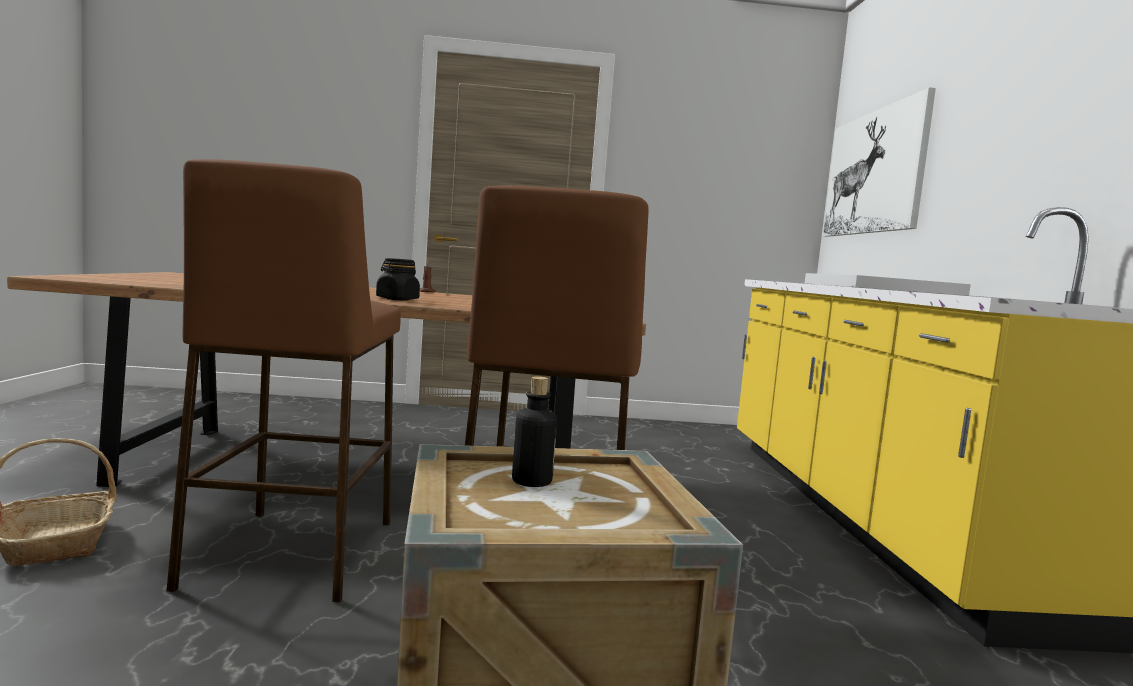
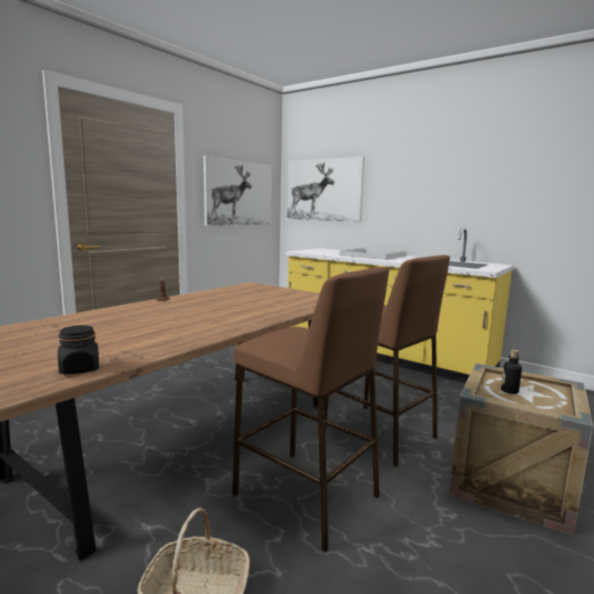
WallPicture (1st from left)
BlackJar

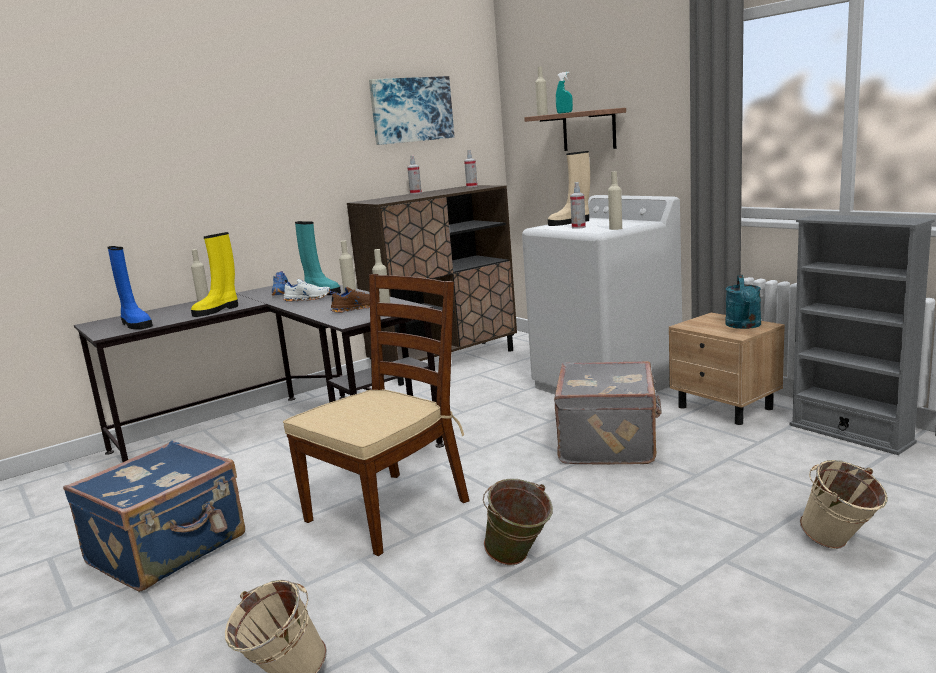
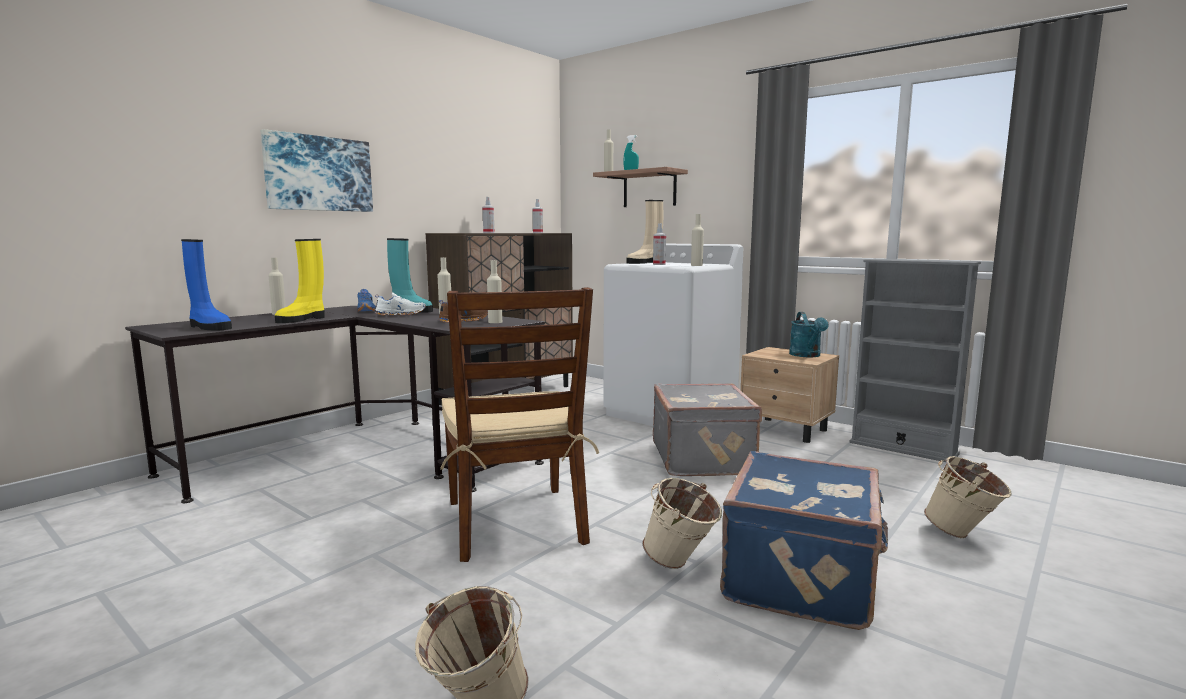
BlueColouredTravelCase
WallPicture
BeigePail (2nd from left)
BrownColouredChair

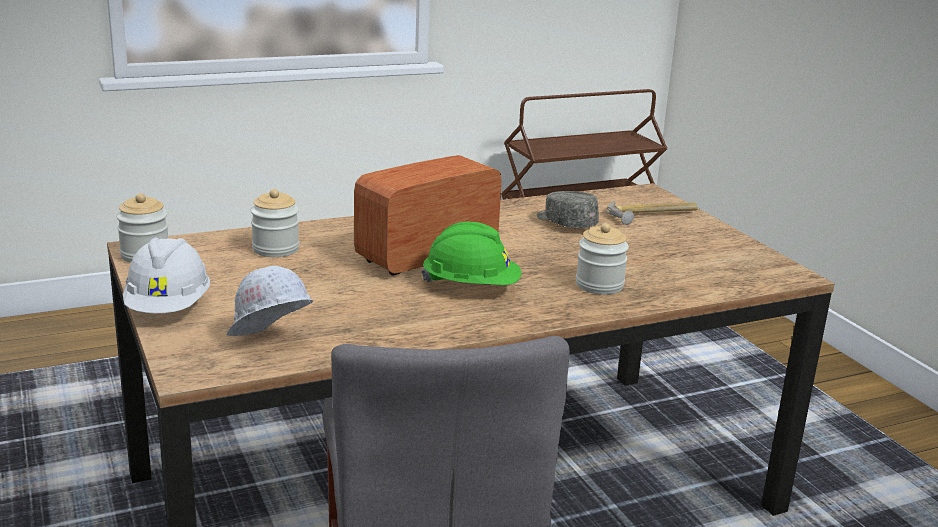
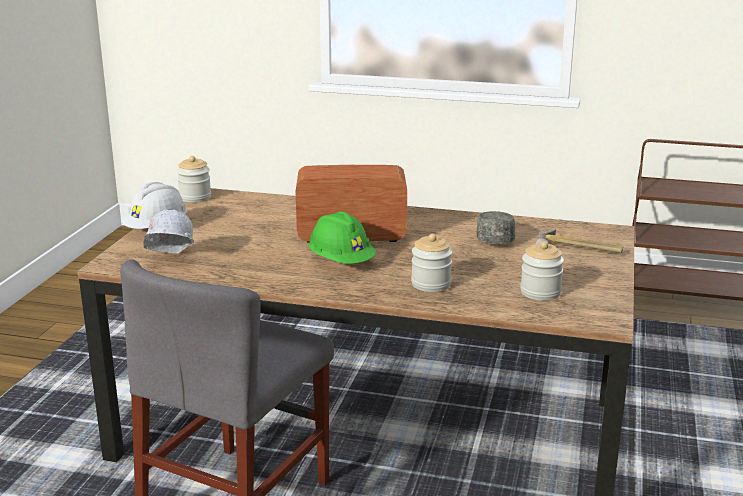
Jar (3rd from left)

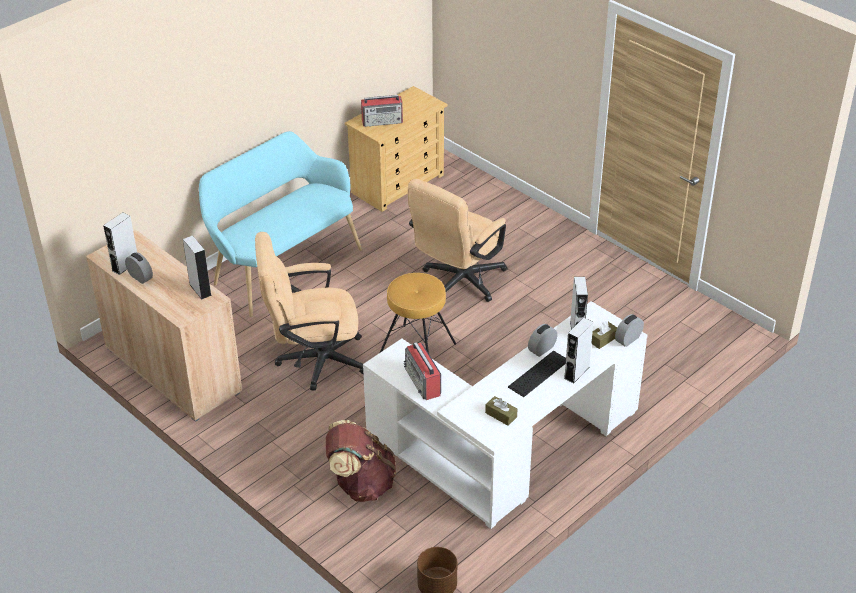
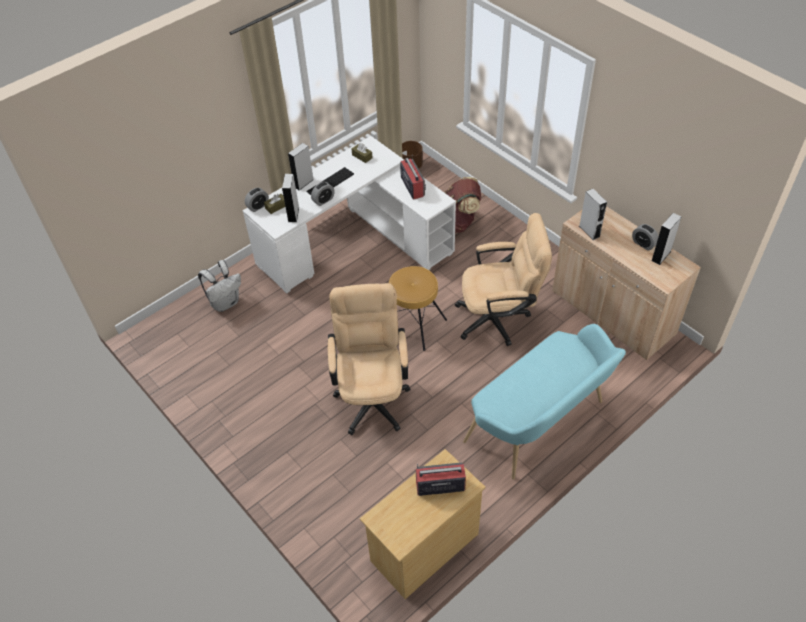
WhitishKnapsack
BeigeComputerChair (1st from left)

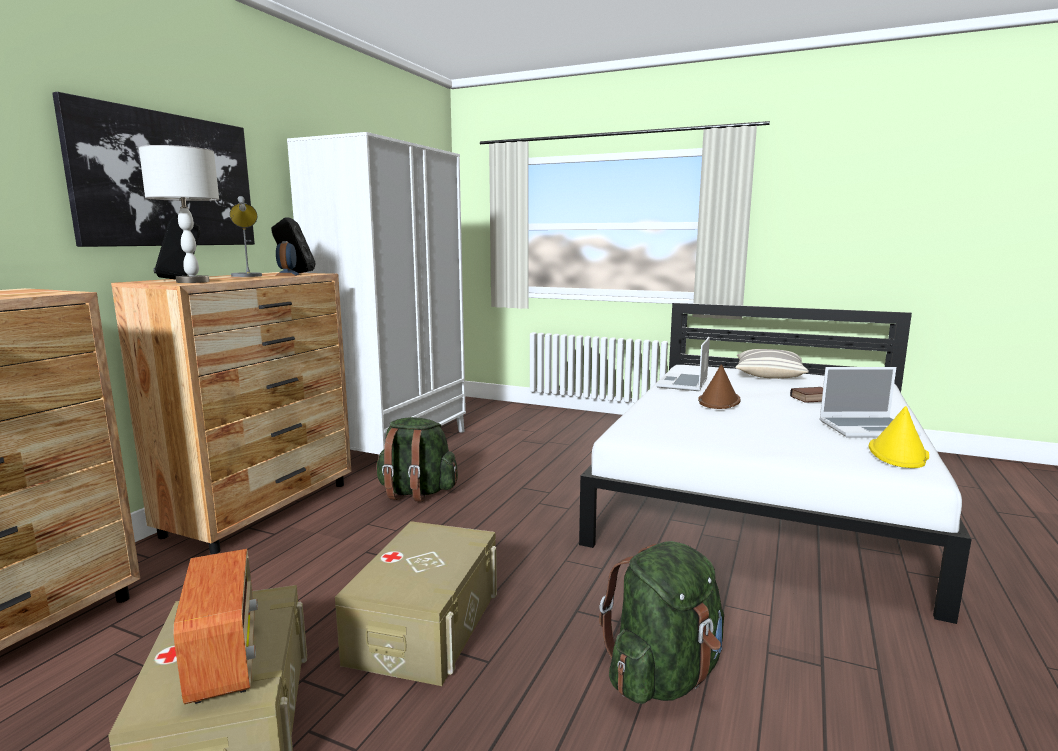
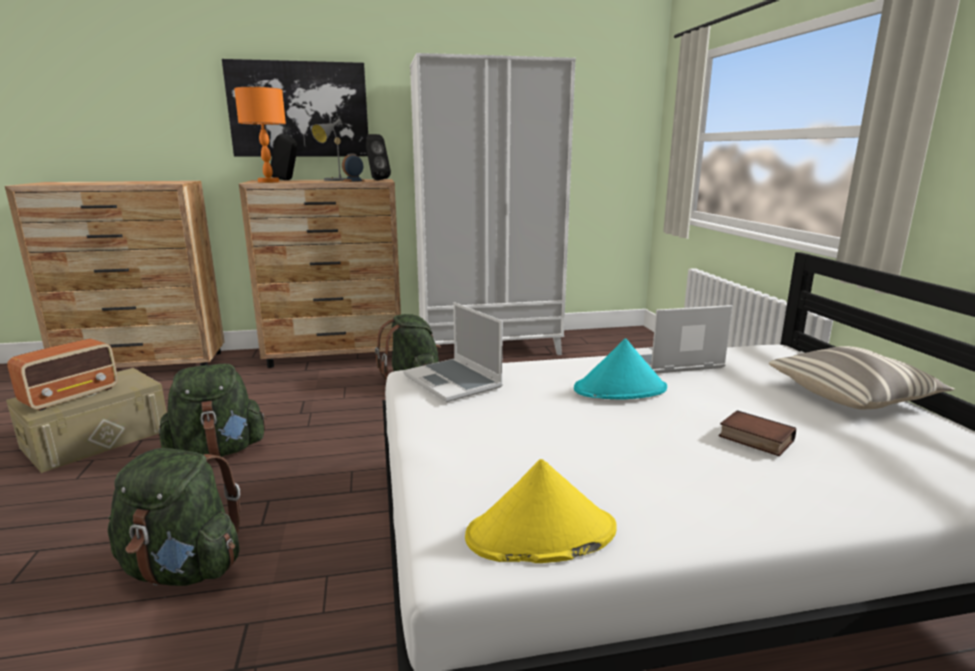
NotebookComputer (1st from left)
GreenishKnapsack (2nd from left)
OrangeColouredTableLamp
TurquoiseWearableHat

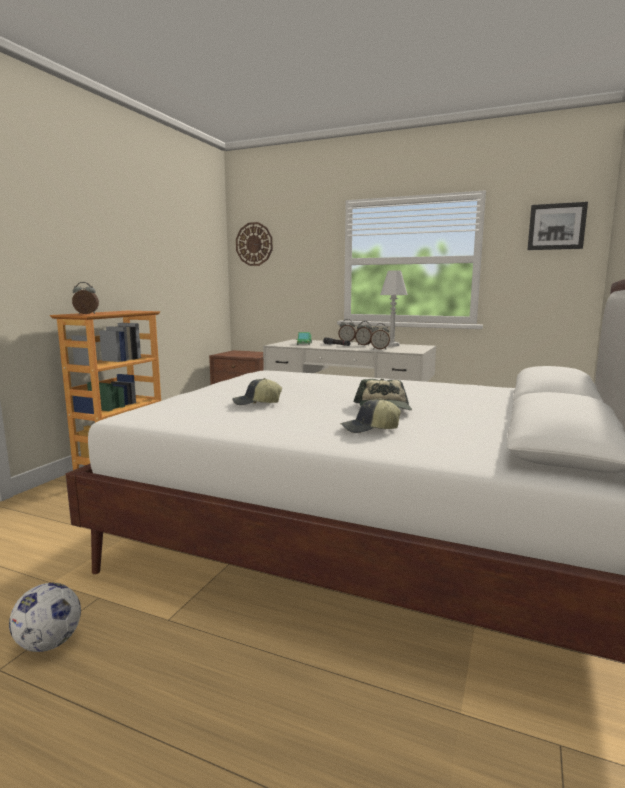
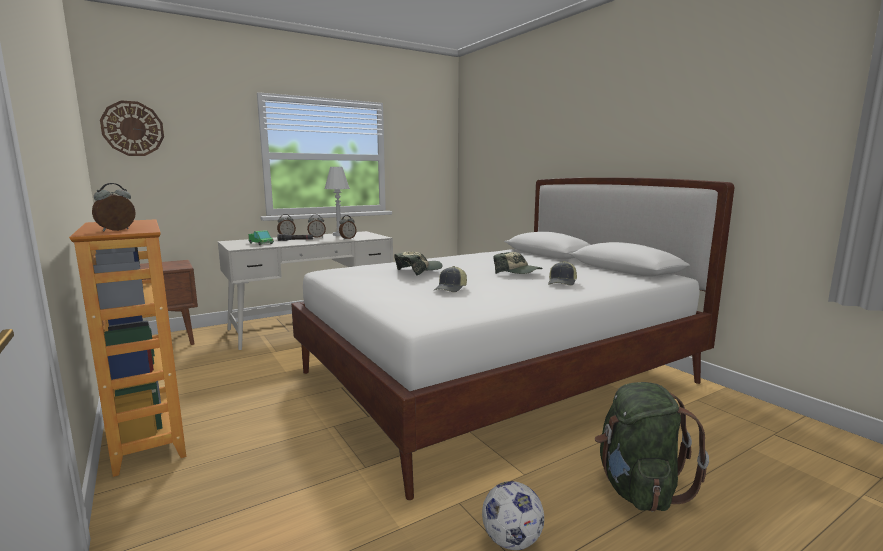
WallPicture
PeakedCap (1st from left)
GreenishKnapsack

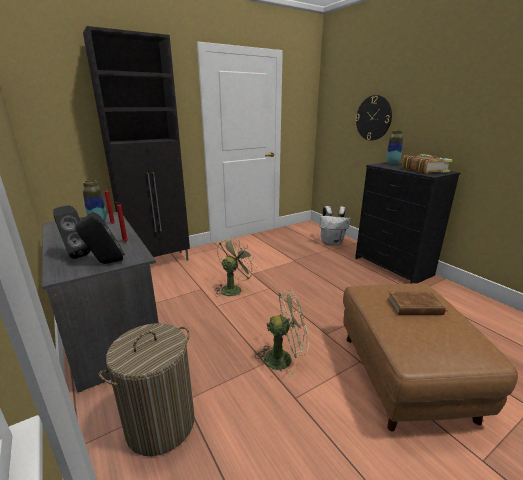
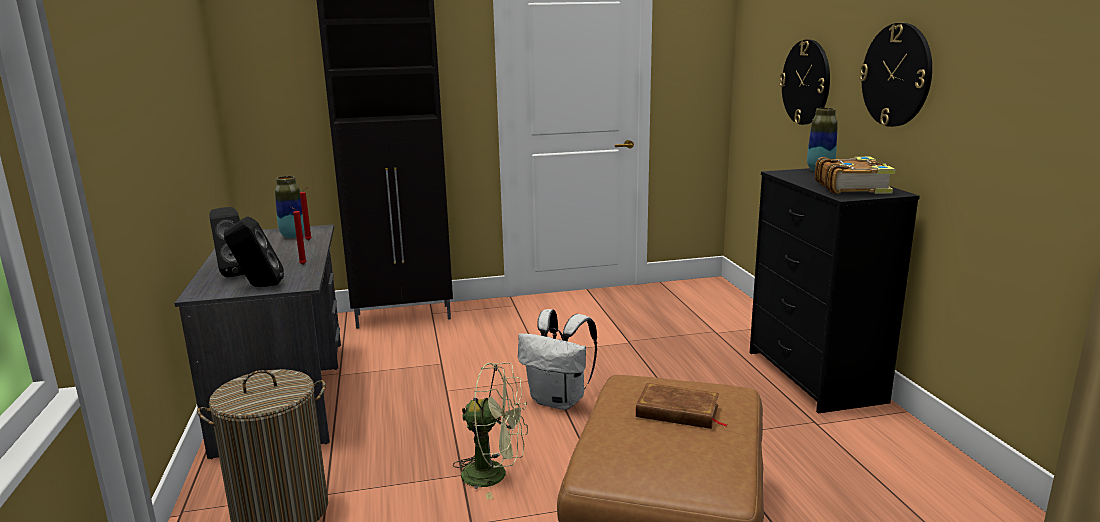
GreenishFan (1st from left in the first image)
HangingClock (2nd from left)
WhitishKnapsack

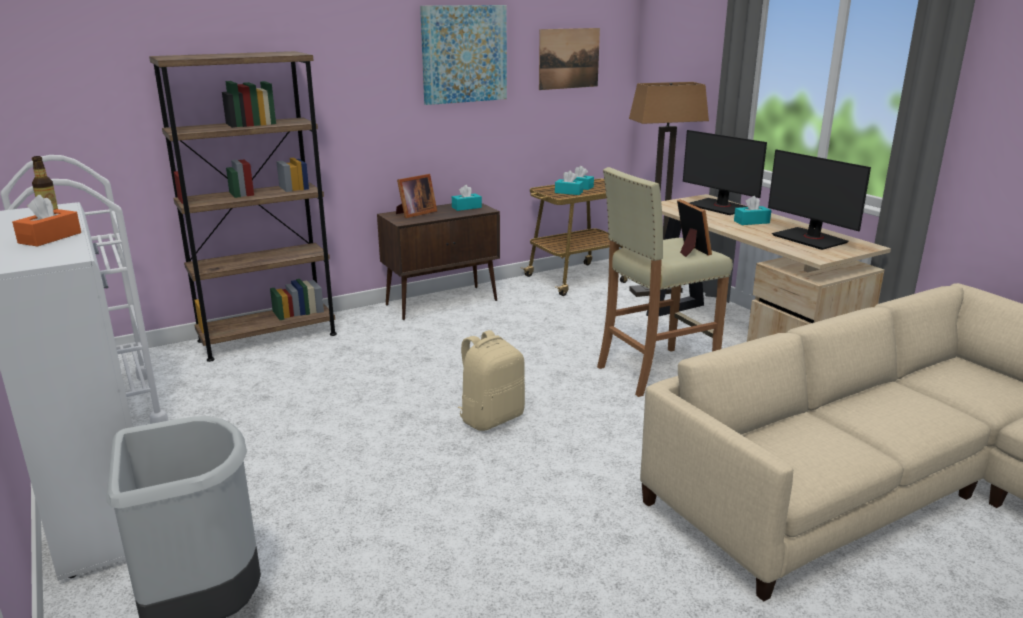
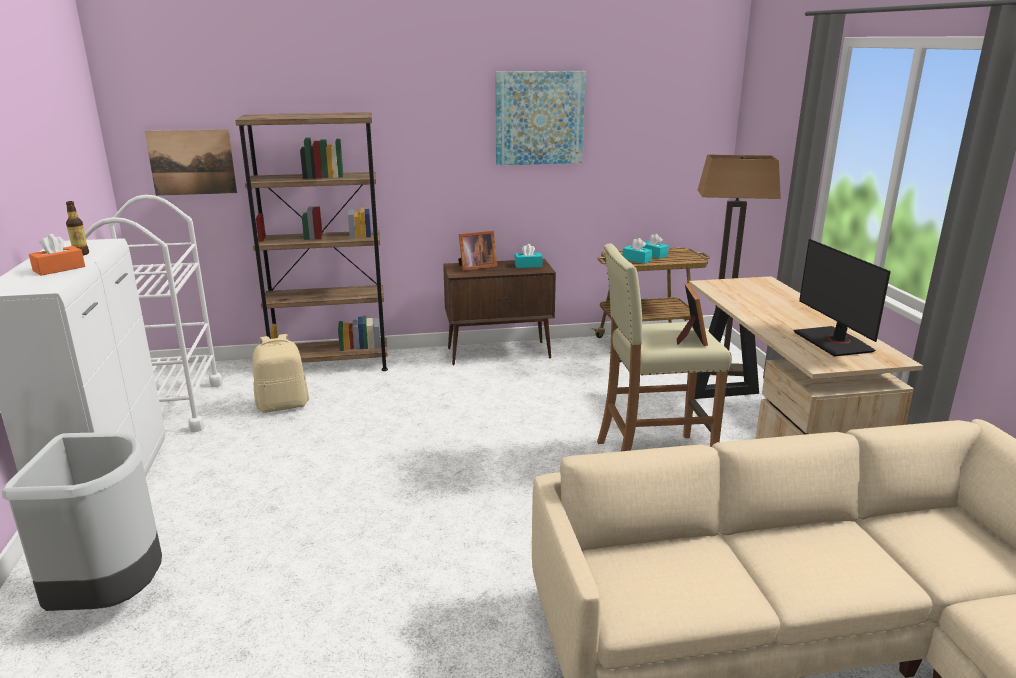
Monitor (1st from left in the first image)
TurquoiseBoxOfTissues (4th from left in the first image)
BeigeKnapsack
WallPicture (1st from left)

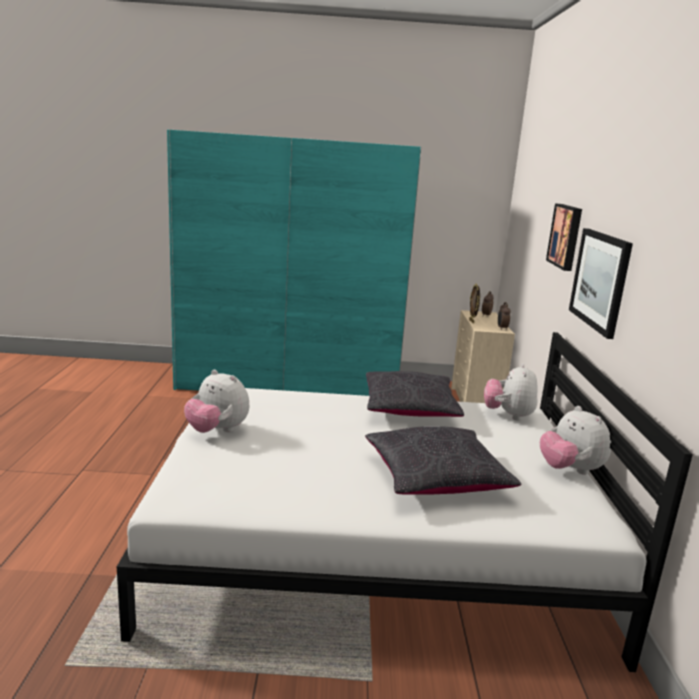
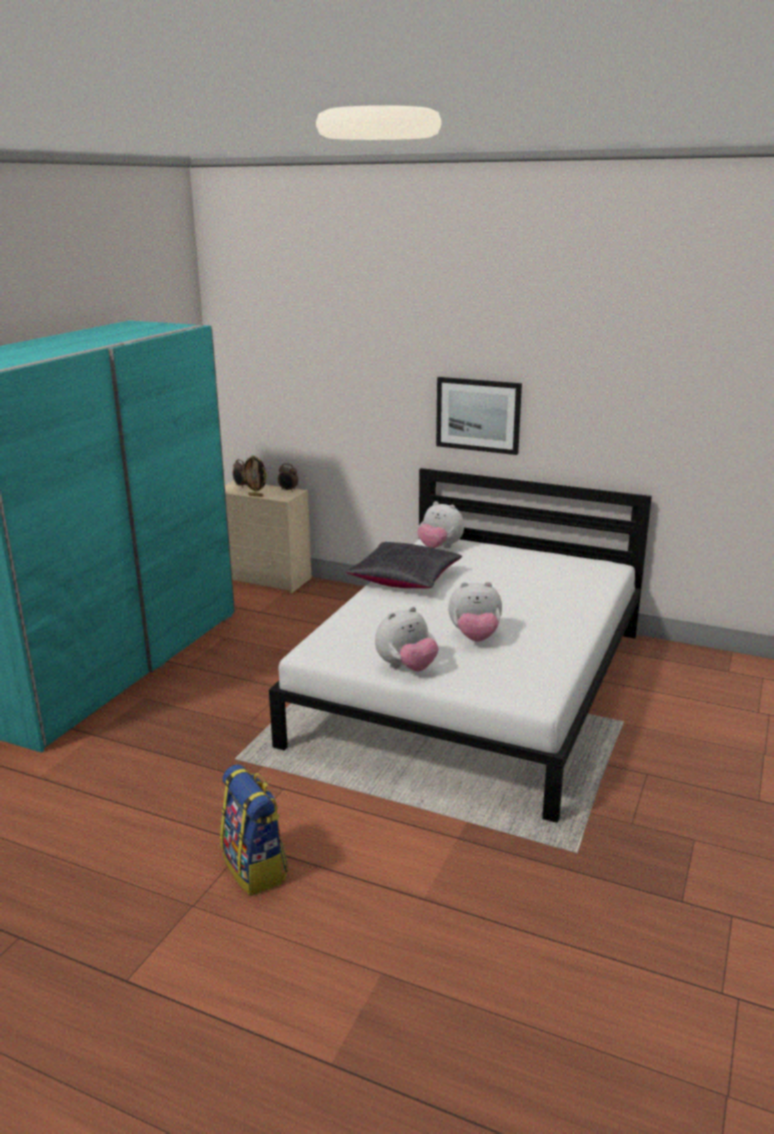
BlackCushion (2nd from left in the first image)
WallPicture (1st from left in the first image)
Knapsack
CuddlyToy (3rd from left)

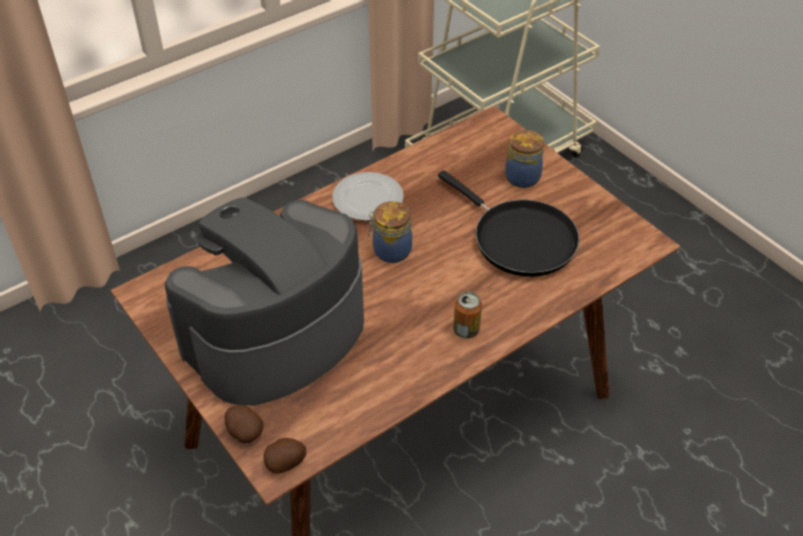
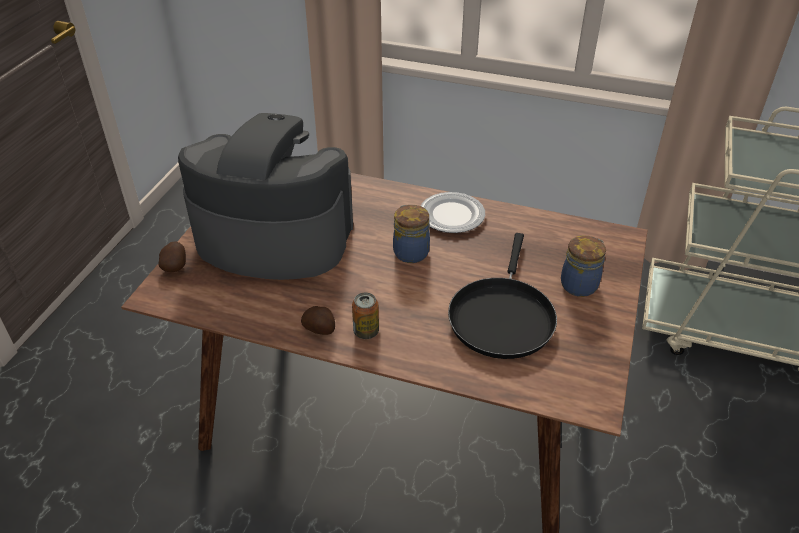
WholePotato (2nd from left)

